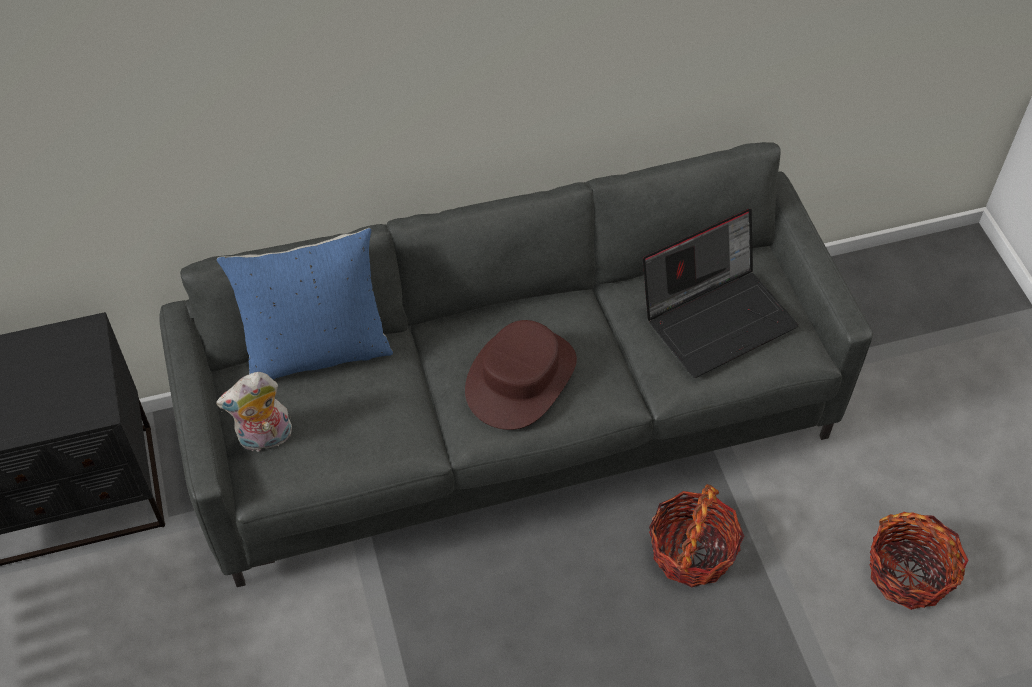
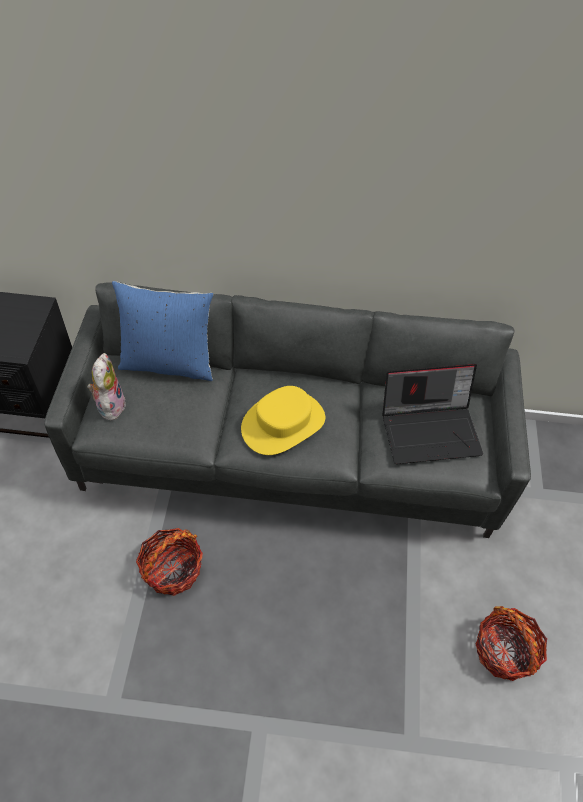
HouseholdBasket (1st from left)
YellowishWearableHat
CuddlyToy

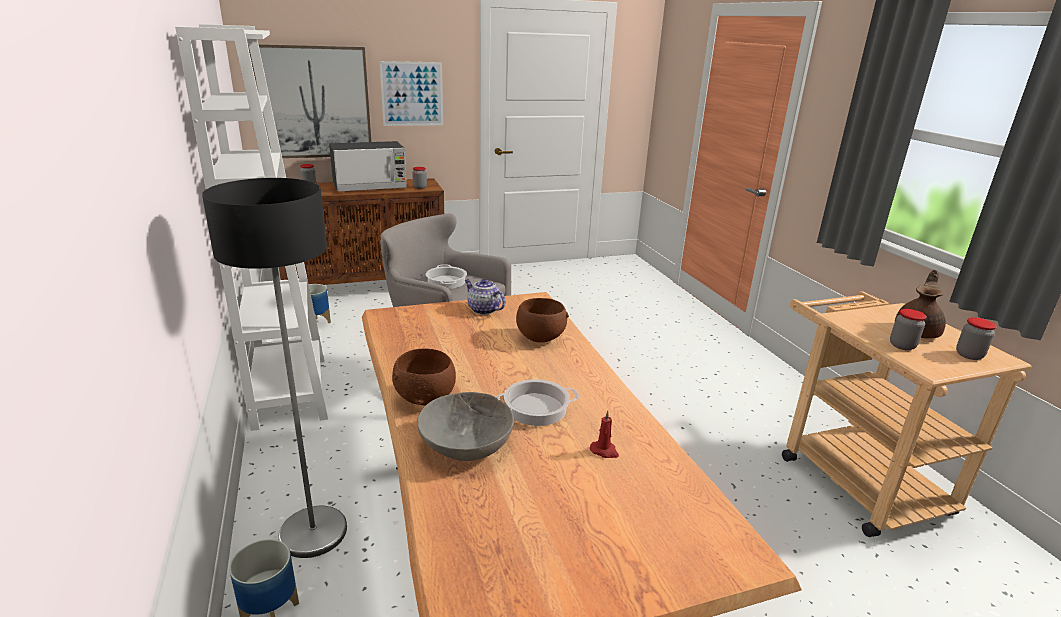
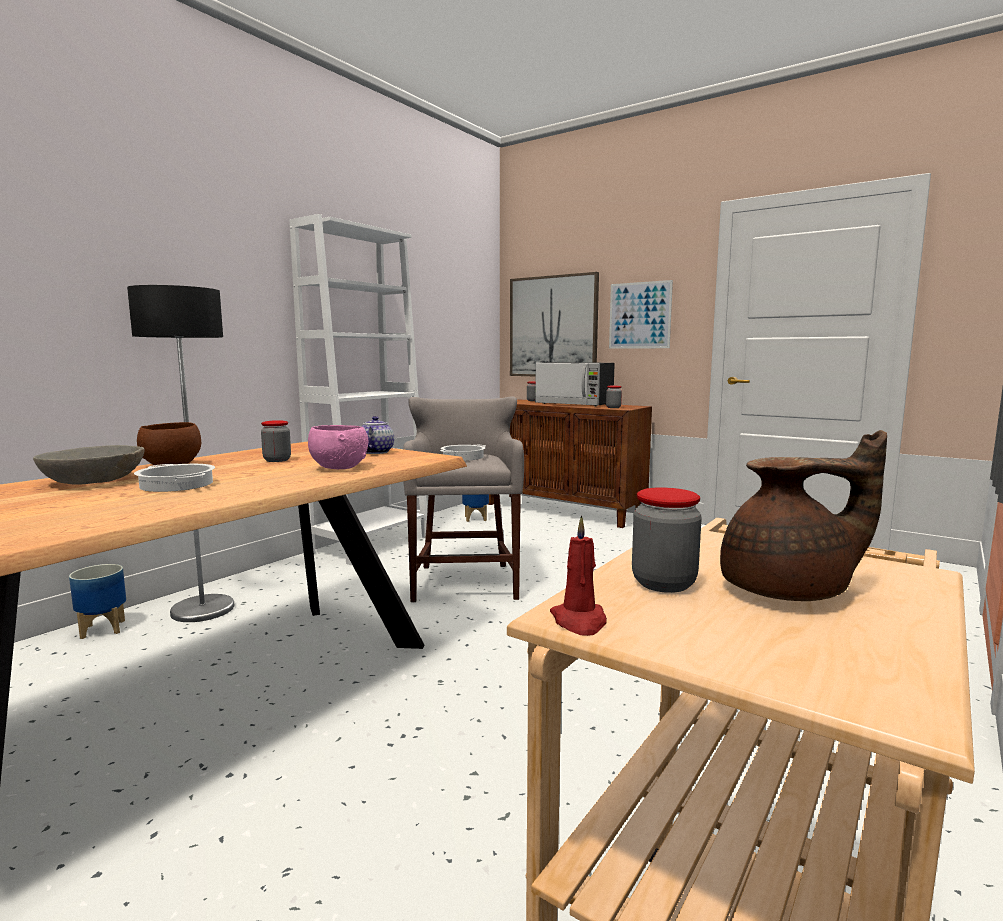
RedCandle
Jar (1st from left)
PinkishBowl

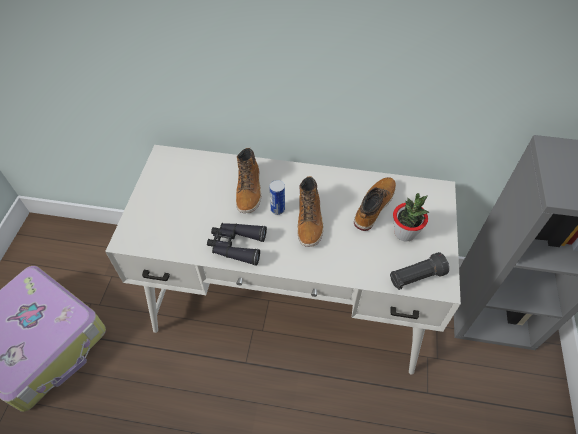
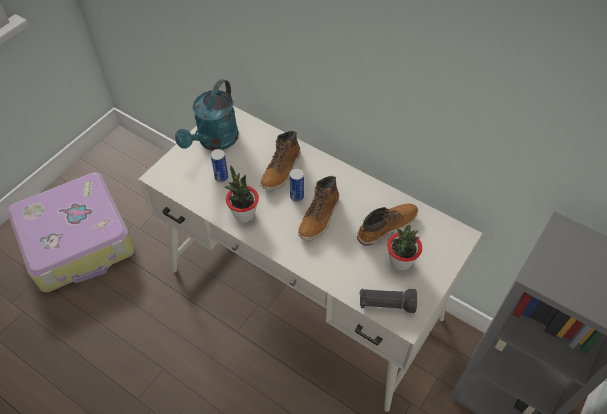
TurquoiseWateringPot
SealedCan (1st from left)
Houseplant (1st from left)

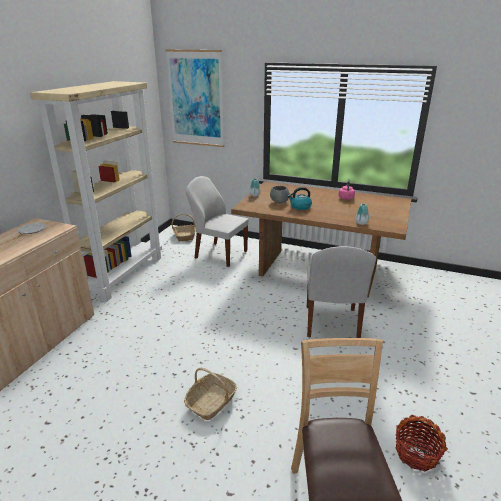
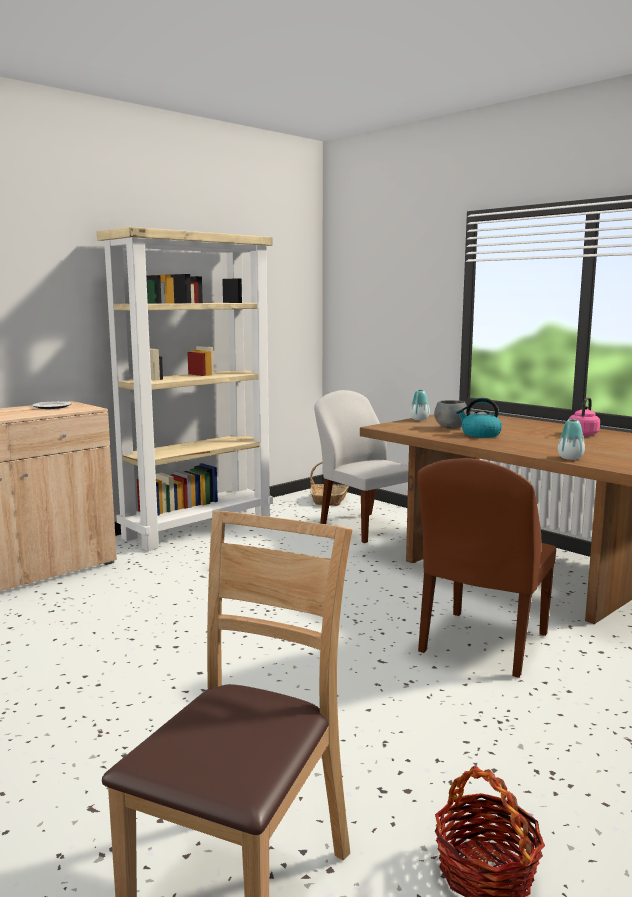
WallPicture
HouseholdBasket (2nd from left in the first image)
BrownColouredChair (2nd from left)

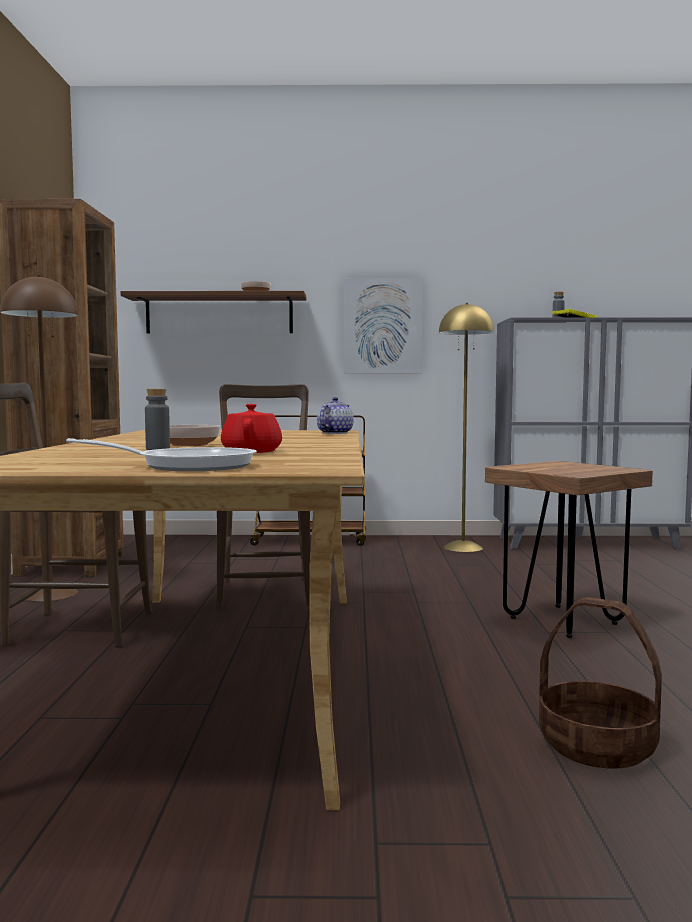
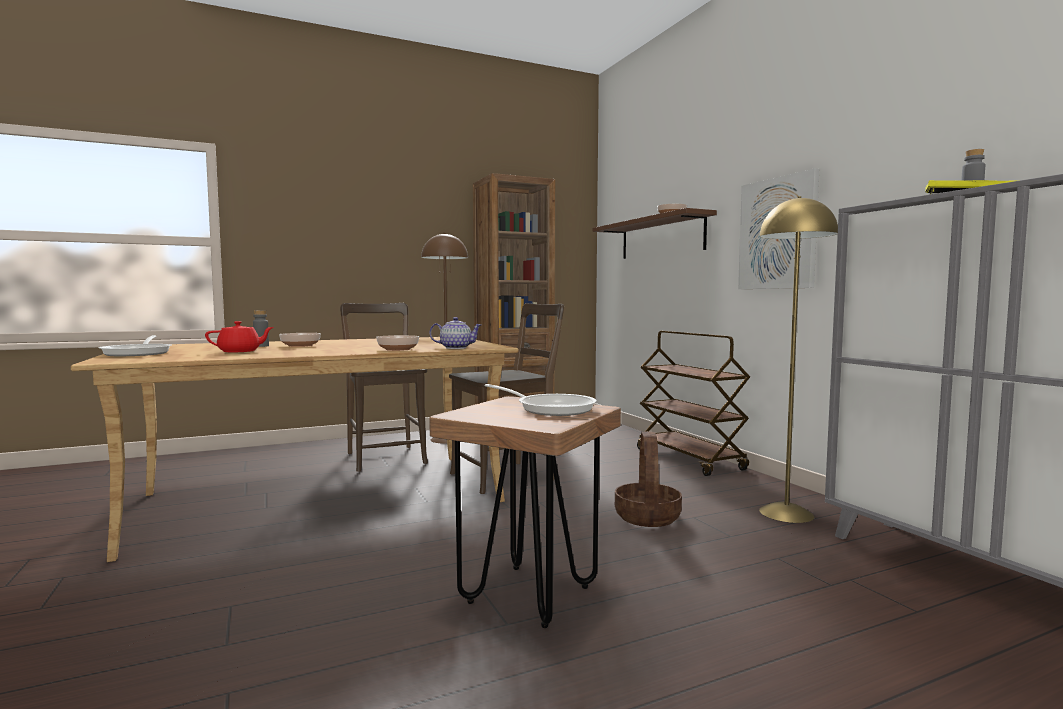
Bowl (2nd from left)
FryingPan (2nd from left)
HouseholdBasket

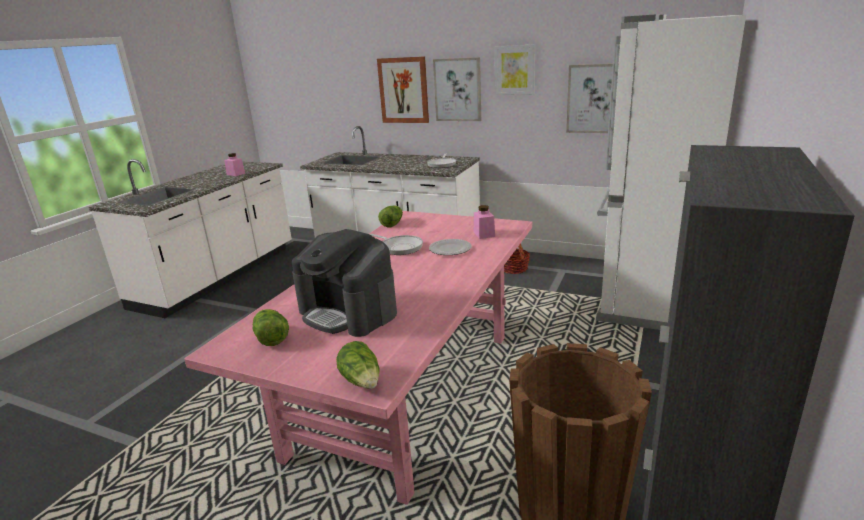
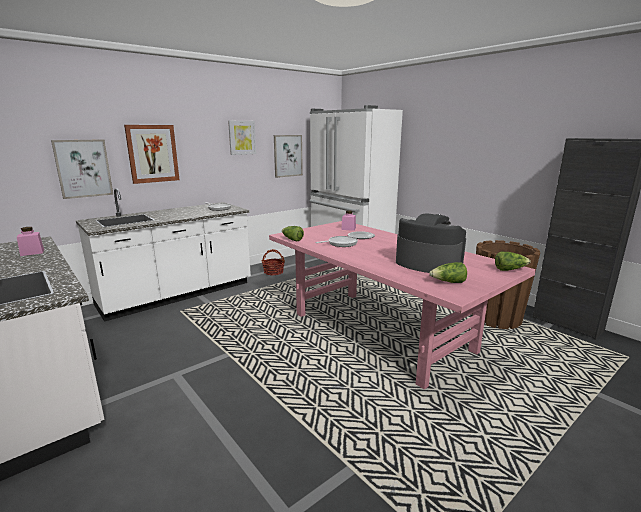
WallPicture (1st from left)
CoffeeMaker

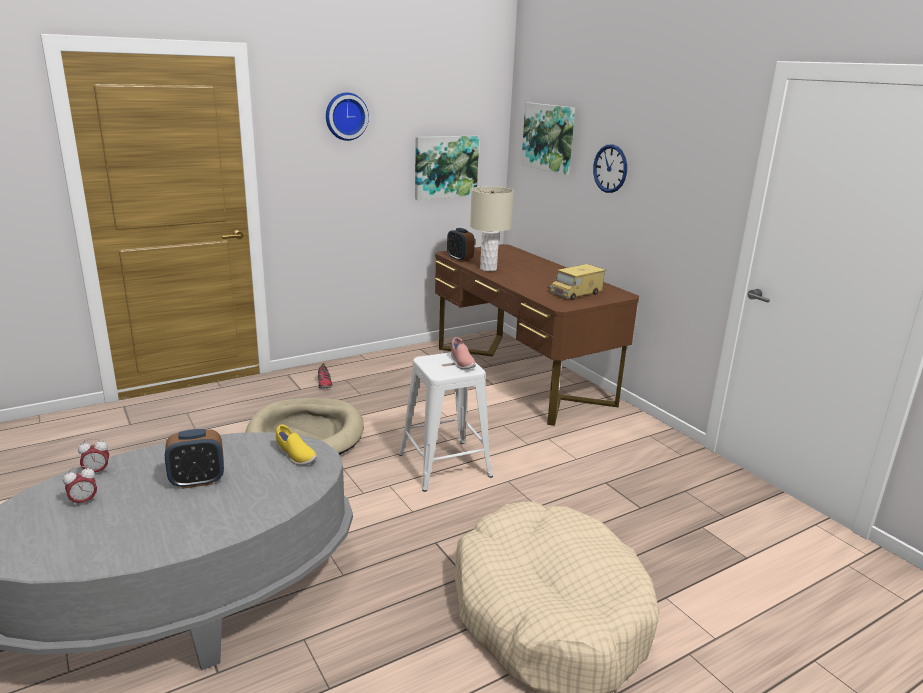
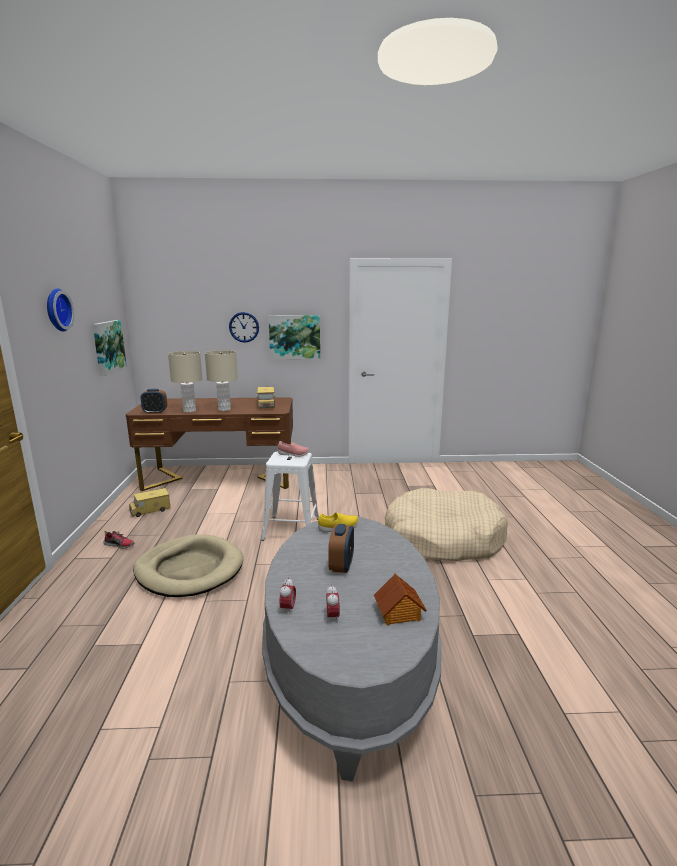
ModelTruck (1st from left)
BeigeTableLamp (2nd from left)
MiniatureHouse
WallPicture (2nd from left)

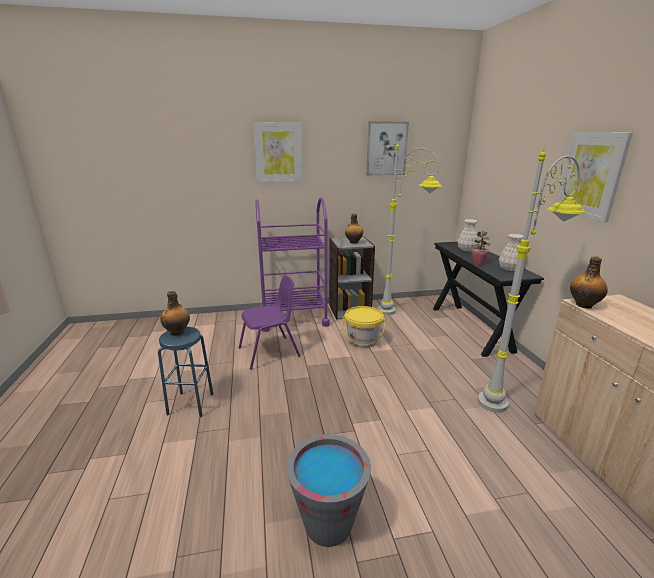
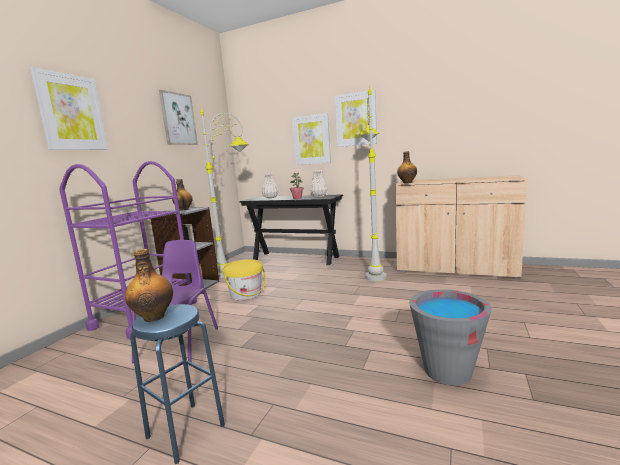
WallPicture (3rd from left)

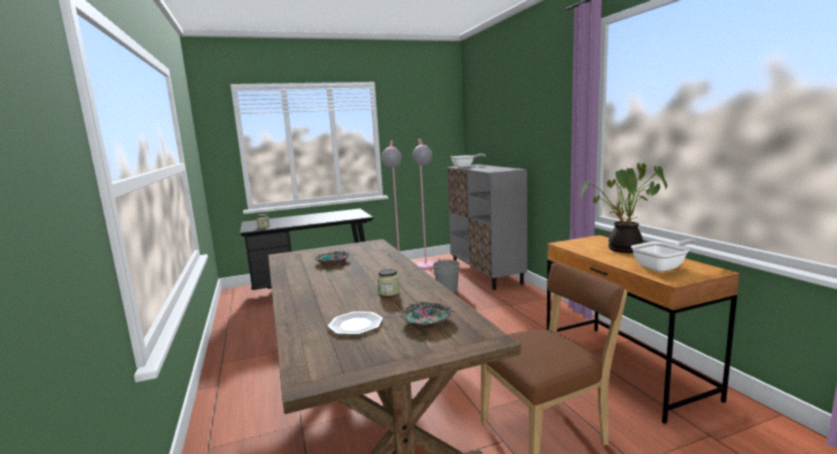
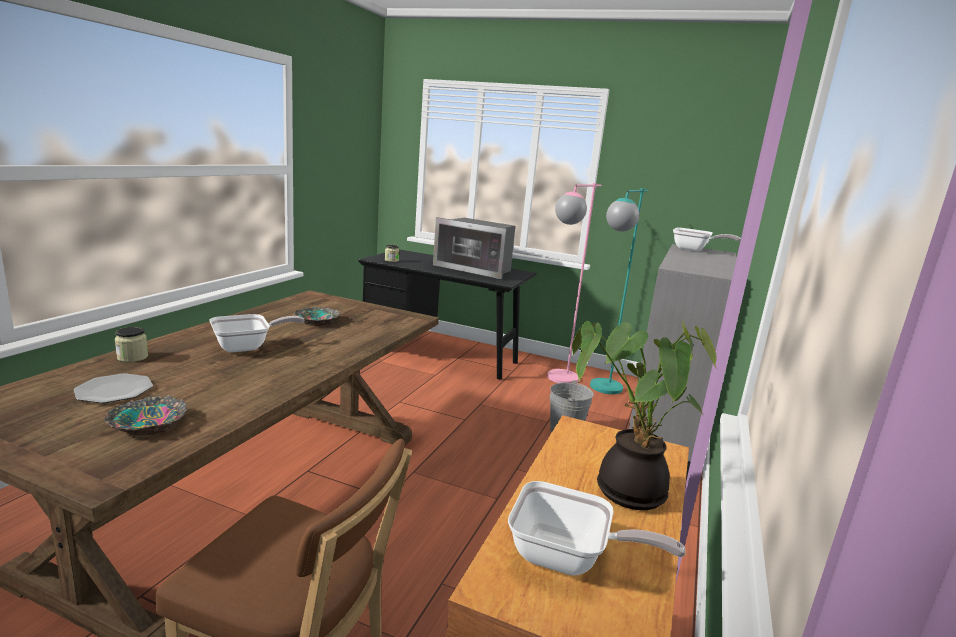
FryingPan (1st from left)
Microwave
Jar (1st from left)
TurquoiseStandingLamp

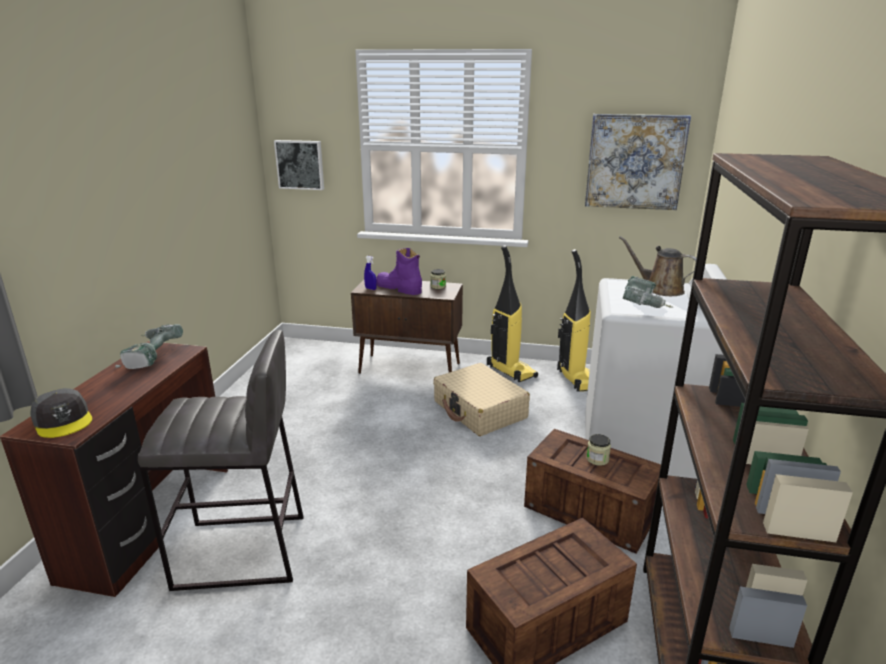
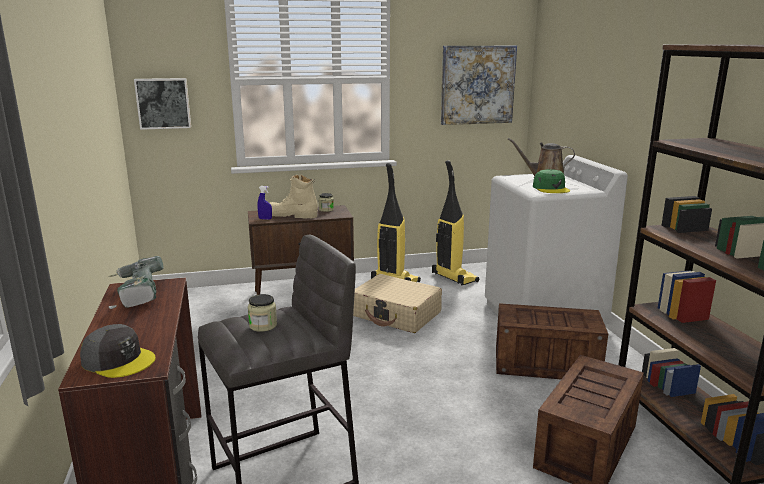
Jar (1st from left)
GreenishPeakedCap
BeigeBoot

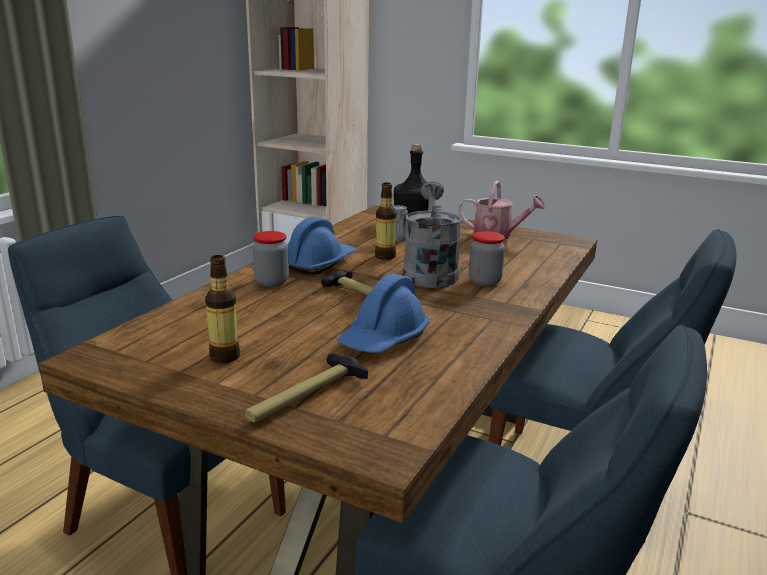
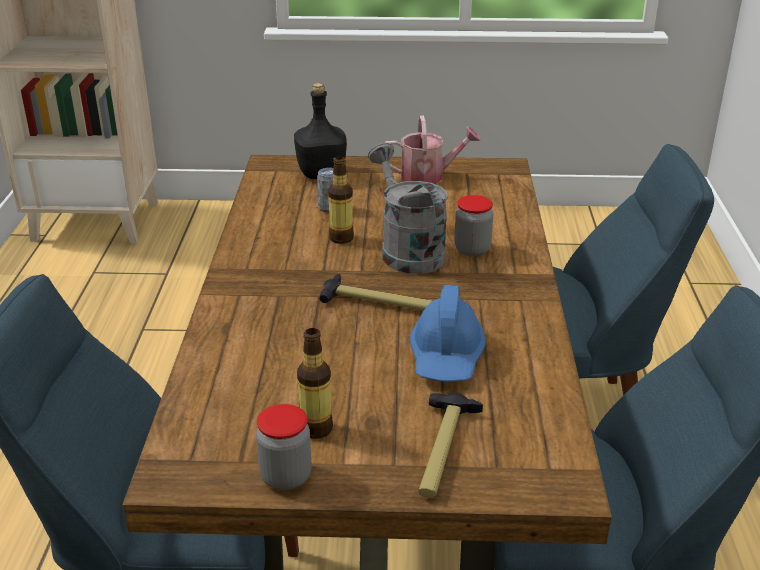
BlueColouredWorkHelmet (1st from left in the first image)
Jar (1st from left)

